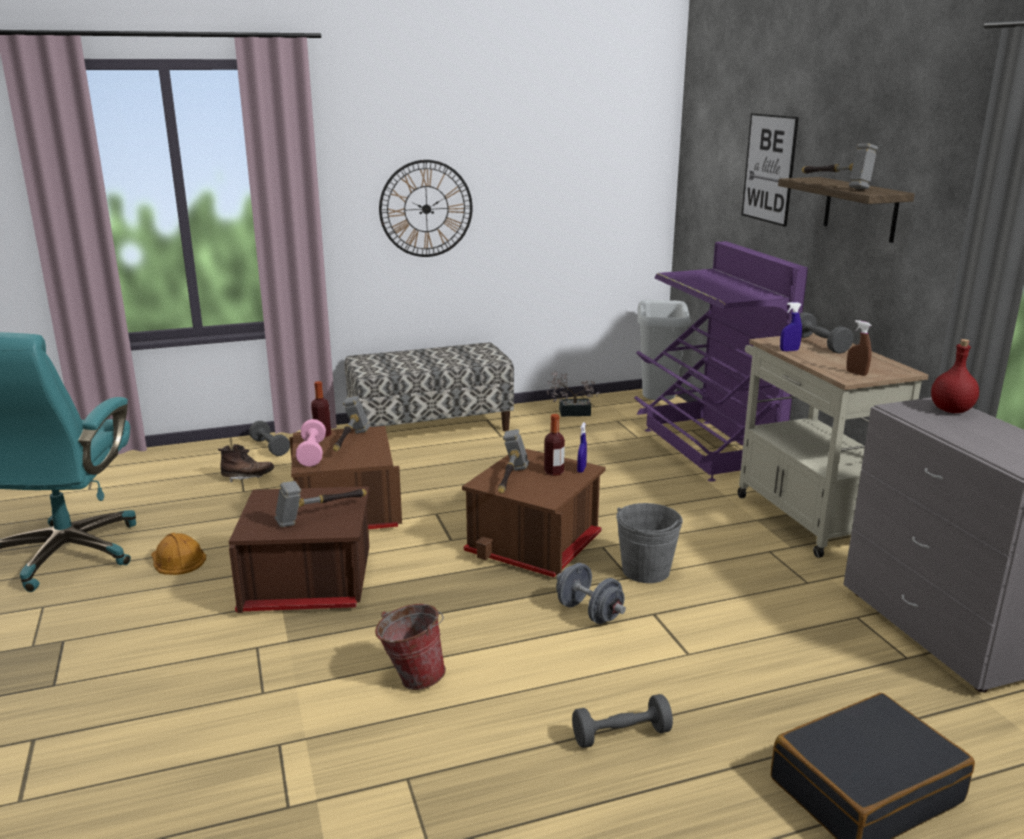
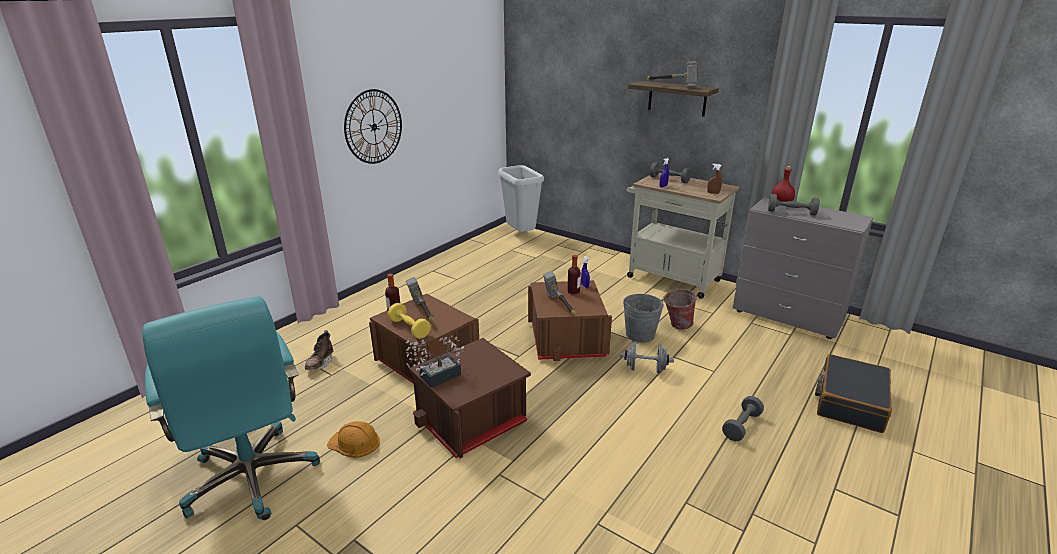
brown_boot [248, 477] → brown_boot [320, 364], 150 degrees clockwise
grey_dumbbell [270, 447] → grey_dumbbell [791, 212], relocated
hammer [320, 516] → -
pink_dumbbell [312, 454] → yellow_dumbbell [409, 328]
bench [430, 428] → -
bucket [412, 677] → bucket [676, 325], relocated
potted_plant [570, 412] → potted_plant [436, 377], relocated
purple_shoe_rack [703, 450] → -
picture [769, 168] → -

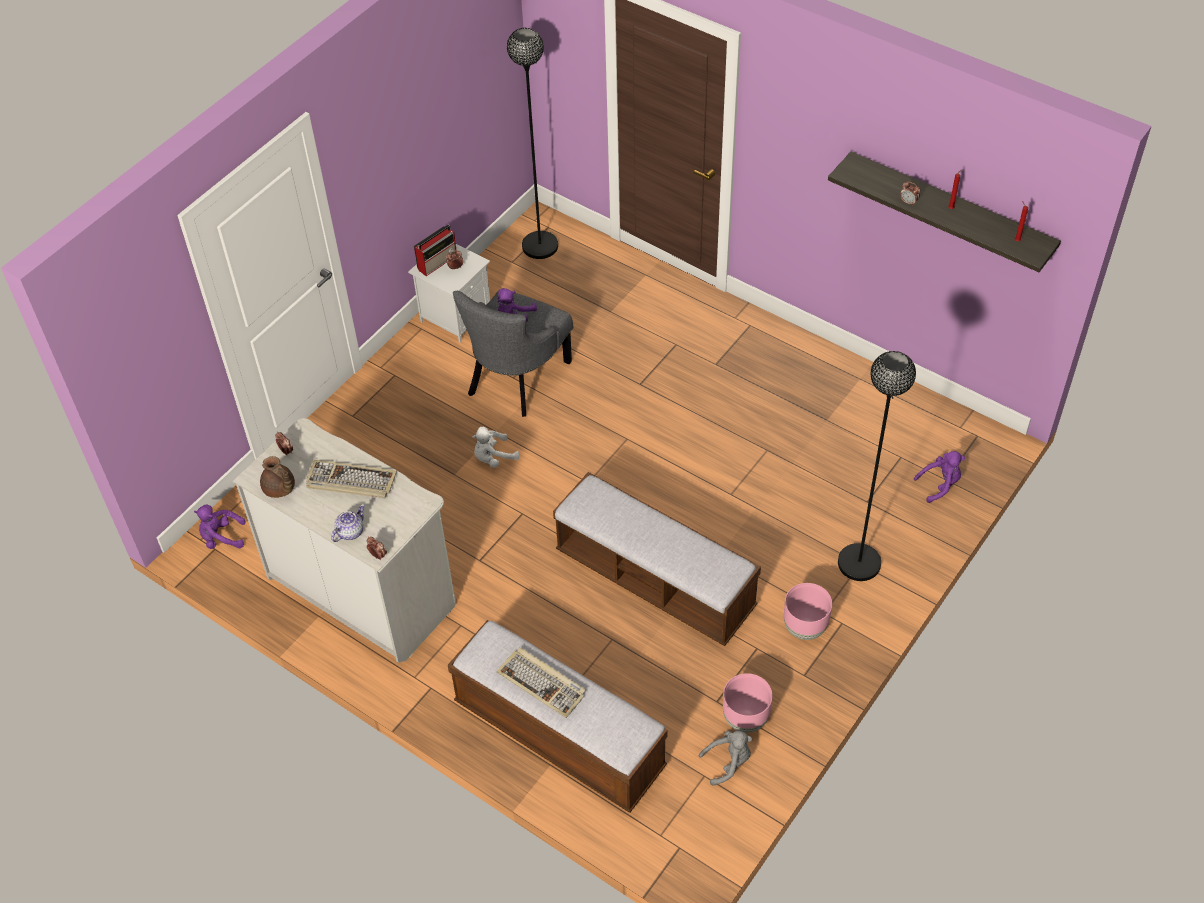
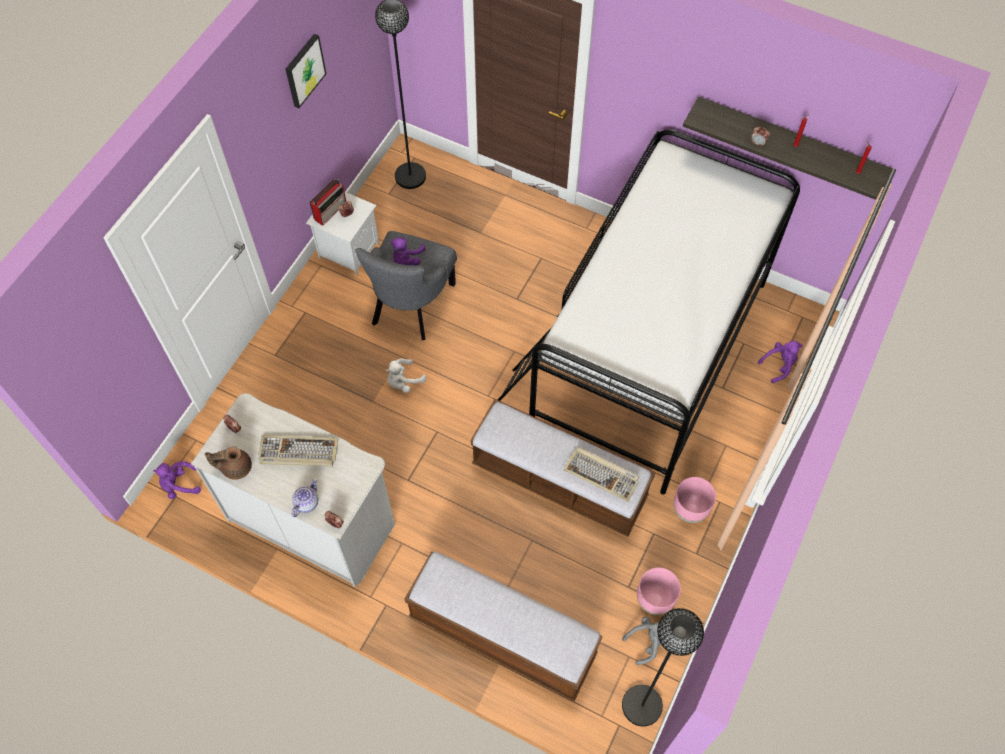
brown_teapot [280, 489] → brown_teapot [235, 467], 135 degrees clockwise
keyboard [543, 683] → keyboard [602, 475], relocated
black_floor_lamp [859, 563] → black_floor_lamp [642, 706], relocated
- → picture [304, 70]
- → black_bed [646, 357]

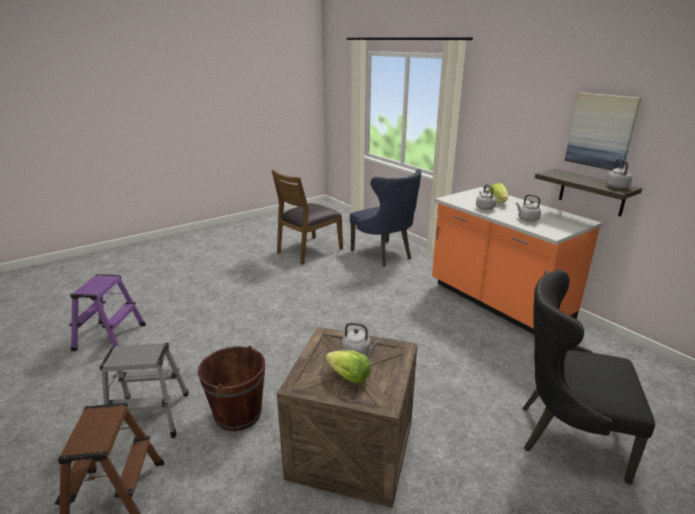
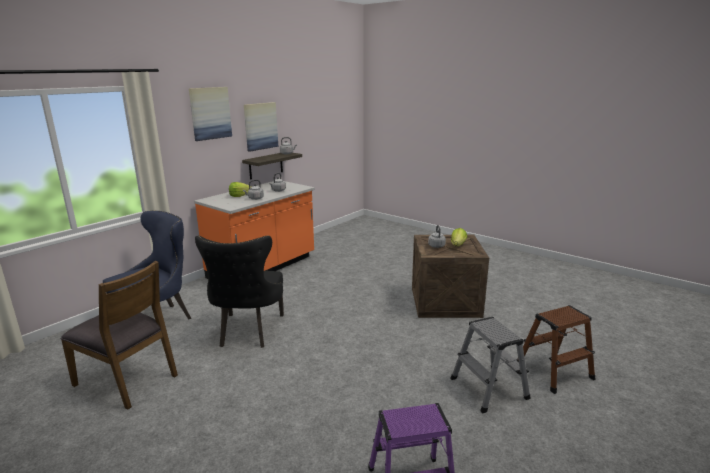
brown_bucket [238, 414] → -
black_chair [566, 436] → black_chair [248, 331], relocated
- → picture [210, 113]

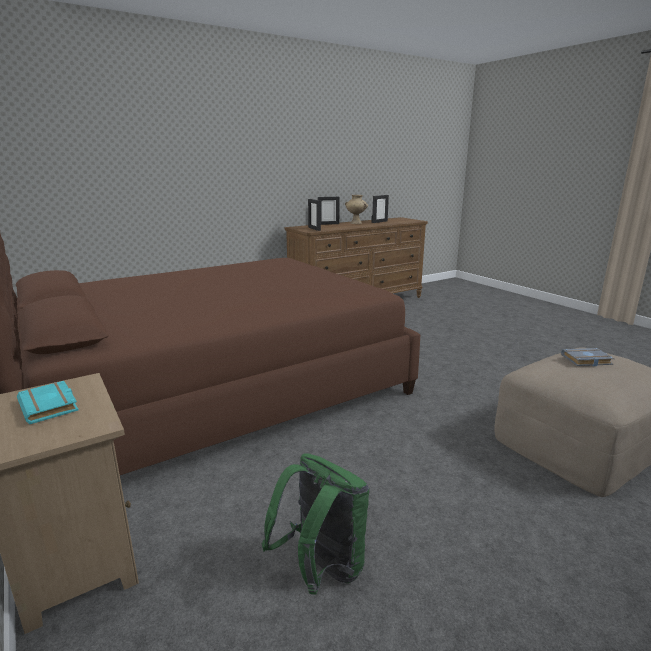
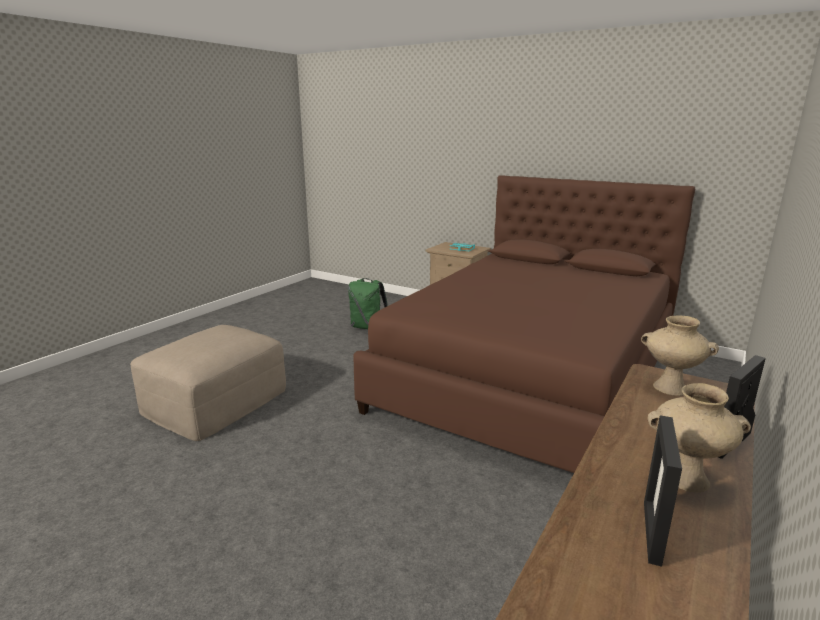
picture_frame [314, 229] → beige_vase [669, 388]
grey_book [586, 360] → -

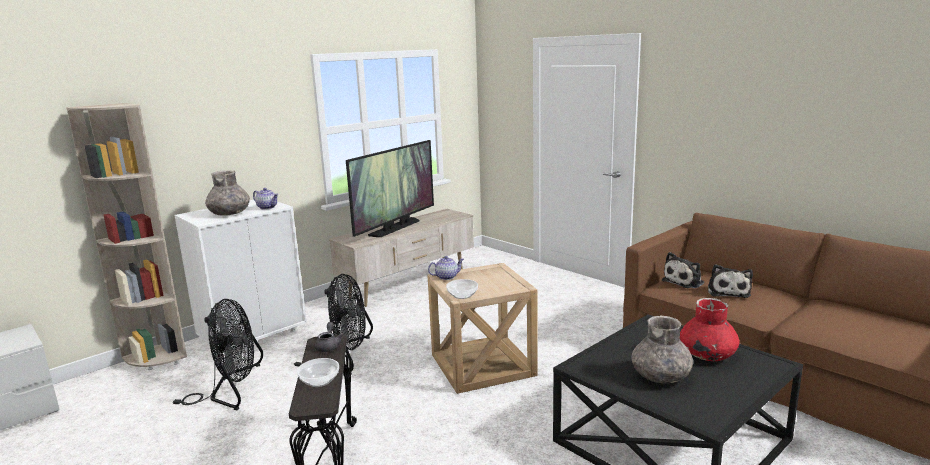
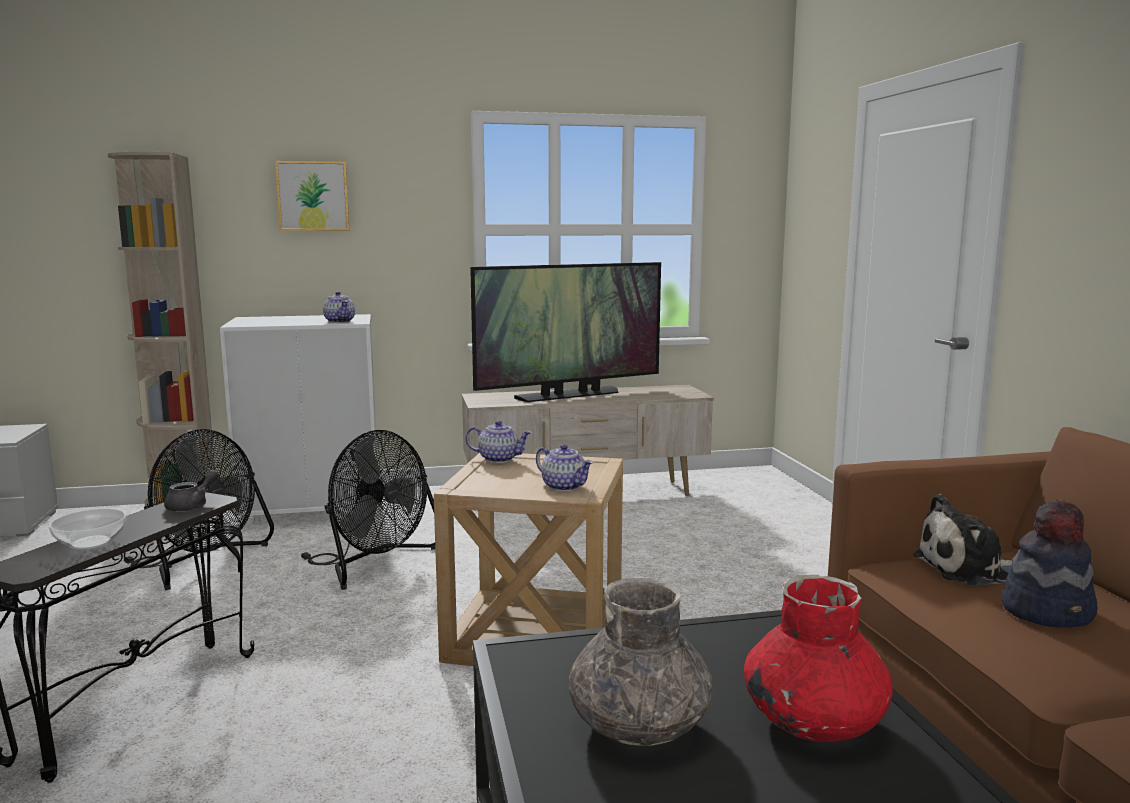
grey_vase [230, 213] → -
bowl [463, 295] → -
plush_toy [728, 291] → hat [1048, 611]
- → picture [313, 196]
- → teapot [564, 486]

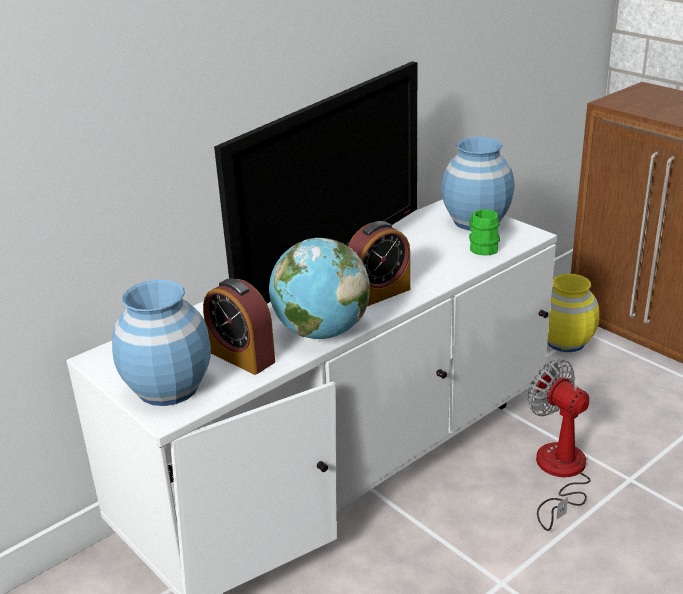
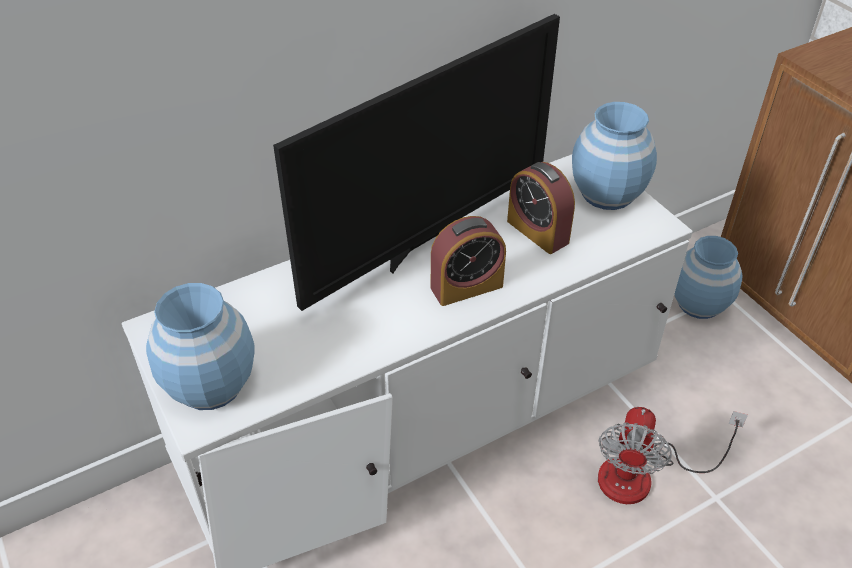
alarm_clock [241, 356] → alarm_clock [537, 231], relocated
globe [321, 332] → -
green_mug [481, 247] → -
fan [559, 473] → fan [642, 475], 135 degrees counterclockwise
yellow_vase [565, 342] → blue_vase [698, 304]

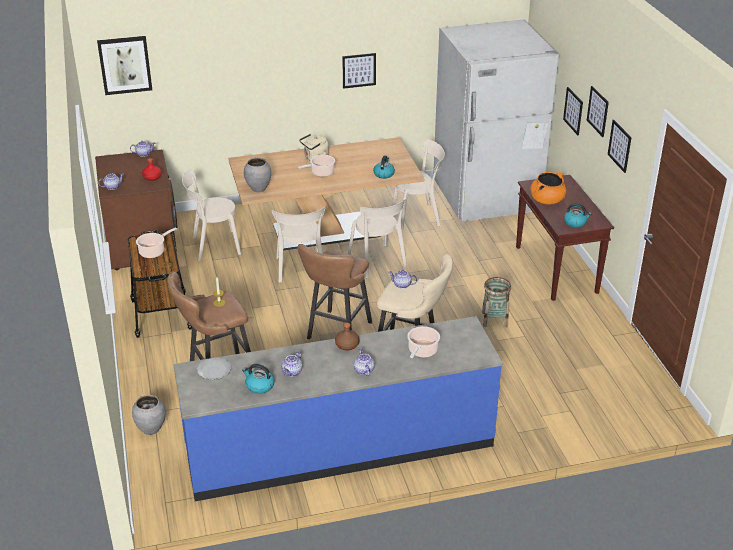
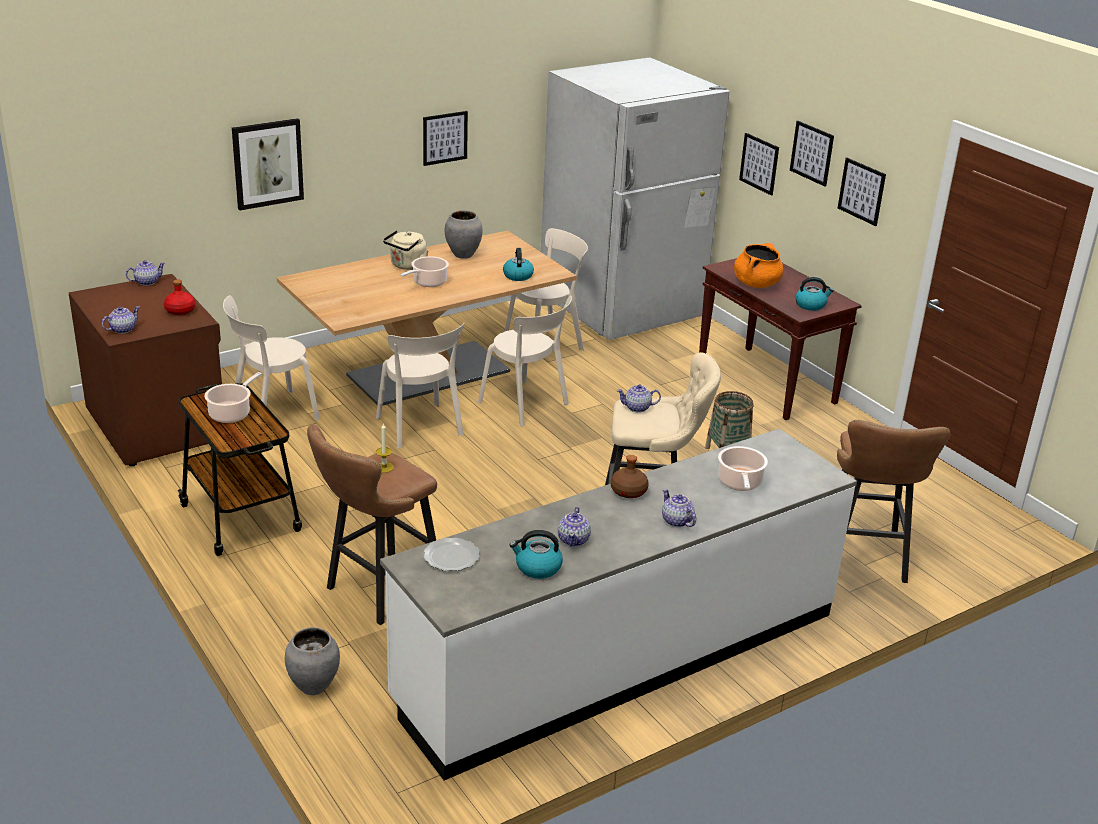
picture [125, 65] → picture [267, 163], relocated
blue_counter [339, 447] → white_counter [619, 657]
grey_vase [259, 189] → grey_vase [463, 255], relocated
brown_stool [336, 334] → brown_stool [864, 563], relocated

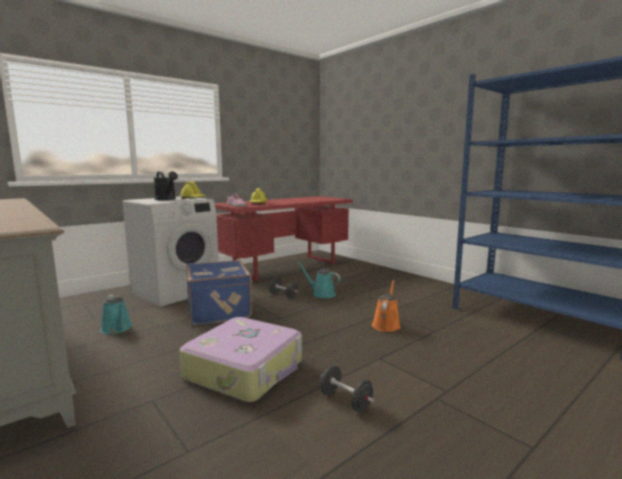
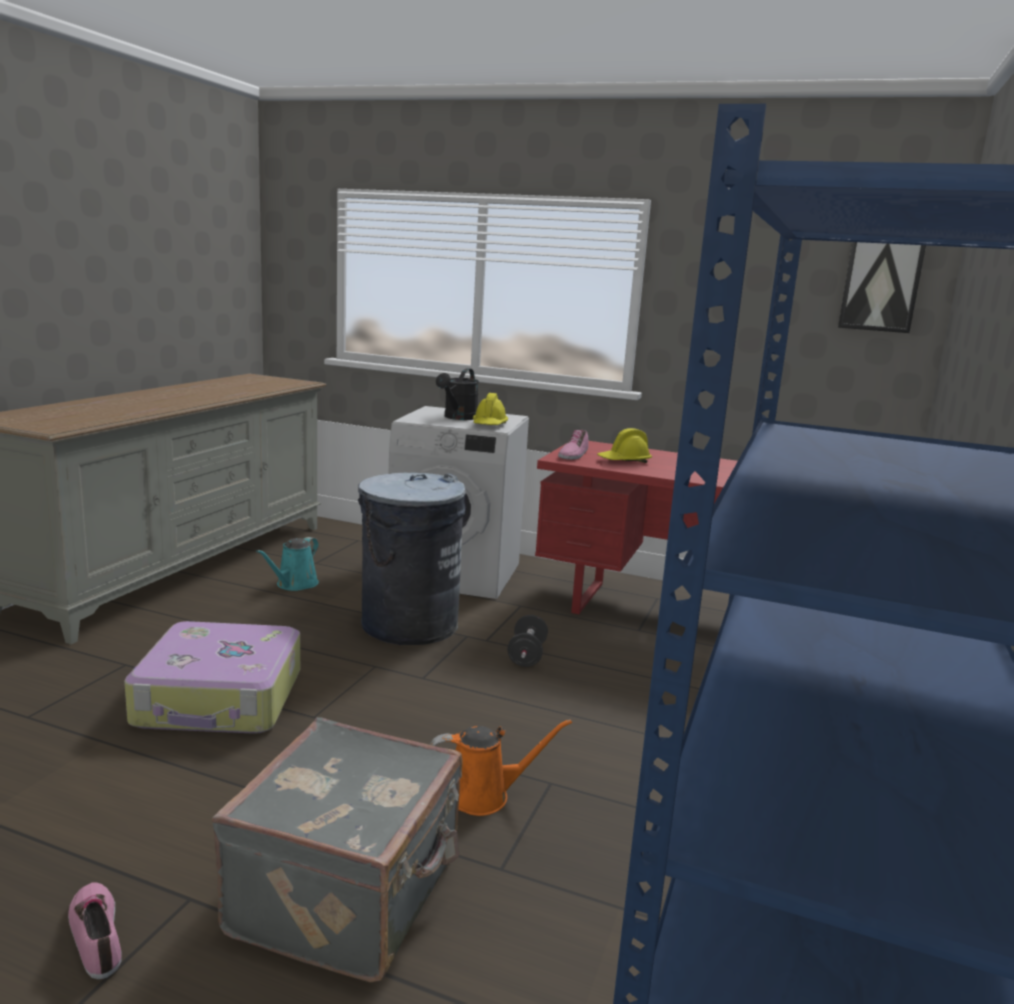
blue_suitcase [220, 310] → grey_trash_can [408, 624]
turquoise_watering_can [321, 294] → -
black_dumbbell [345, 401] → -
- → shoe [98, 934]
- → grey_suitcase [350, 895]
- → picture [881, 280]

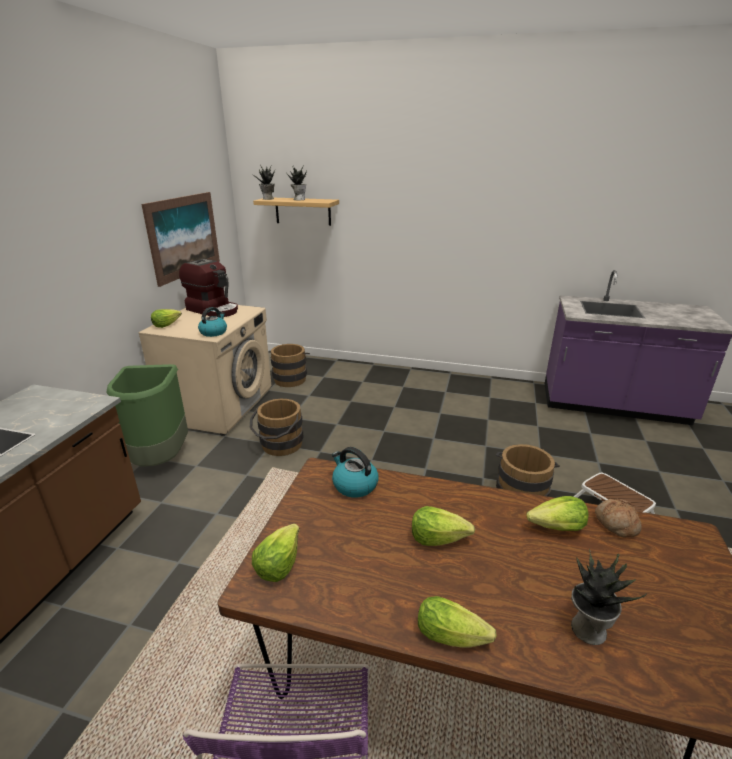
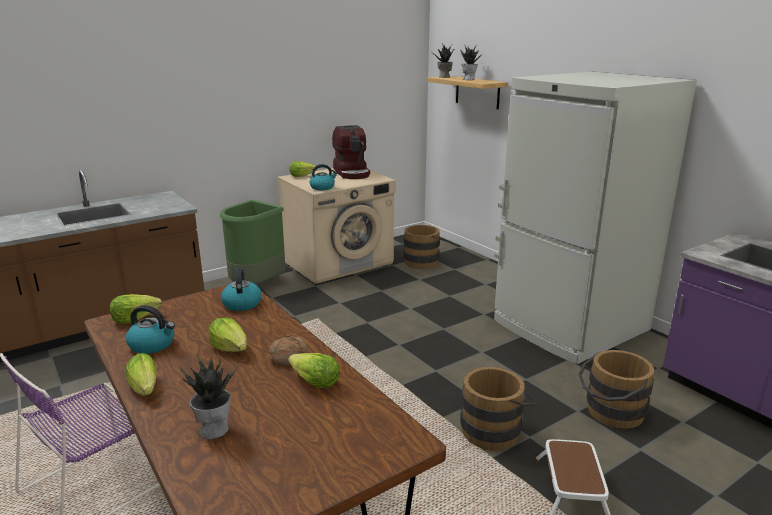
picture [184, 236] → -
brown_bucket [279, 446] → brown_bucket [610, 413], relocated
bread [615, 523] → bread [288, 357], relocated
- → kettle [153, 345]
- → white_fridge [568, 324]

